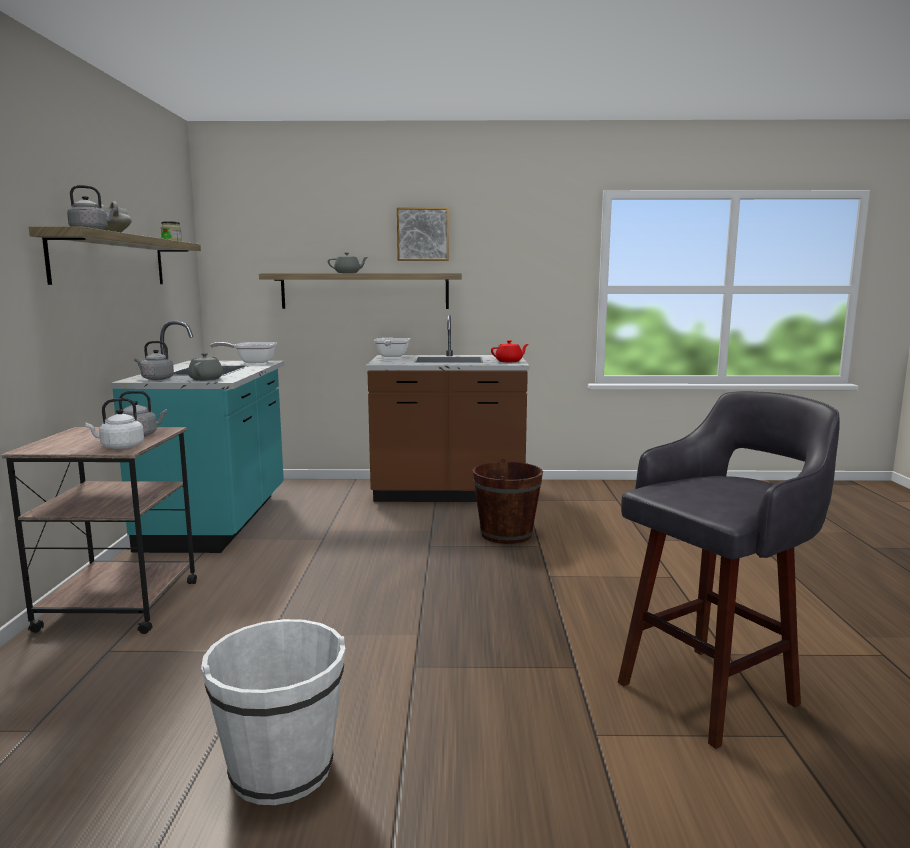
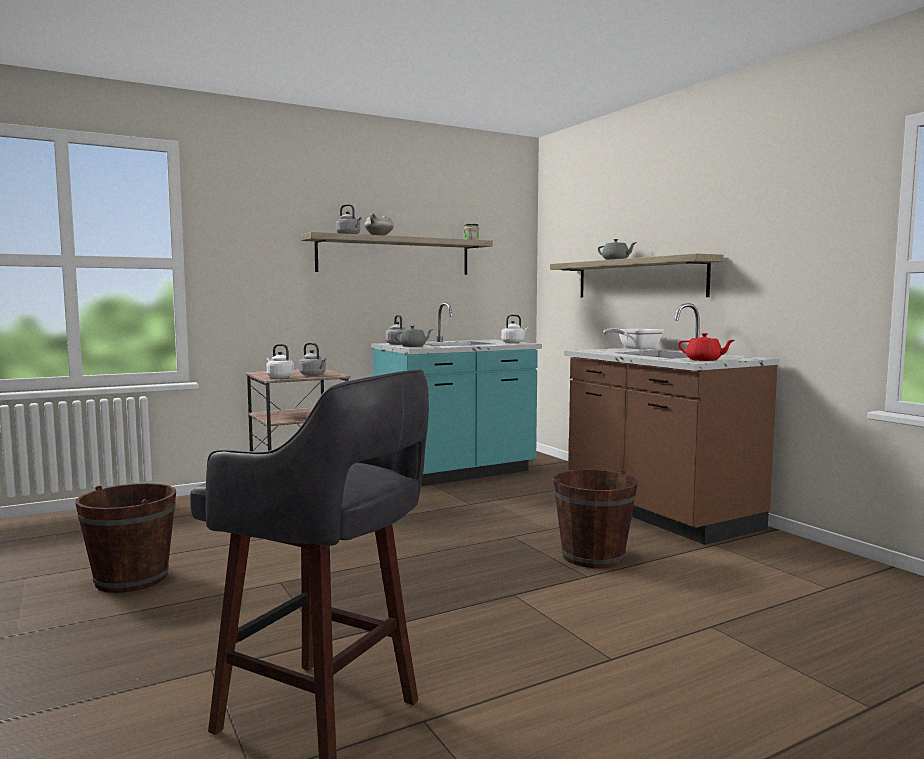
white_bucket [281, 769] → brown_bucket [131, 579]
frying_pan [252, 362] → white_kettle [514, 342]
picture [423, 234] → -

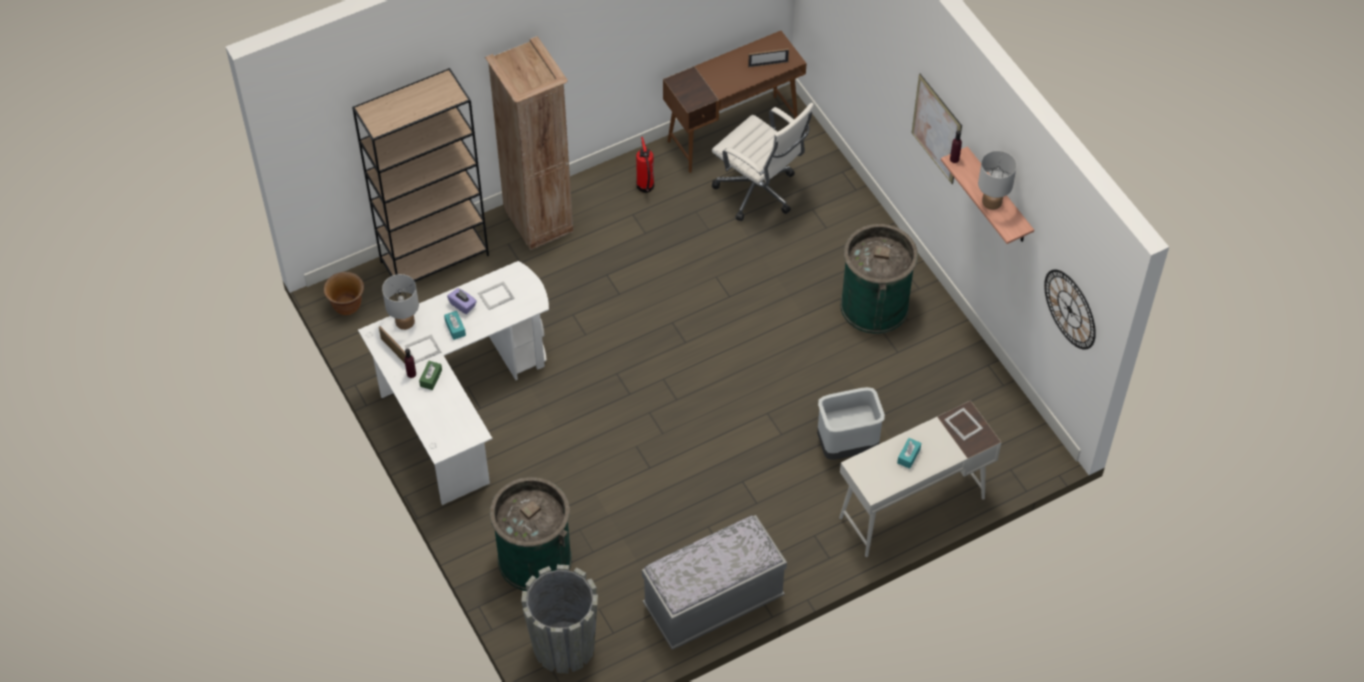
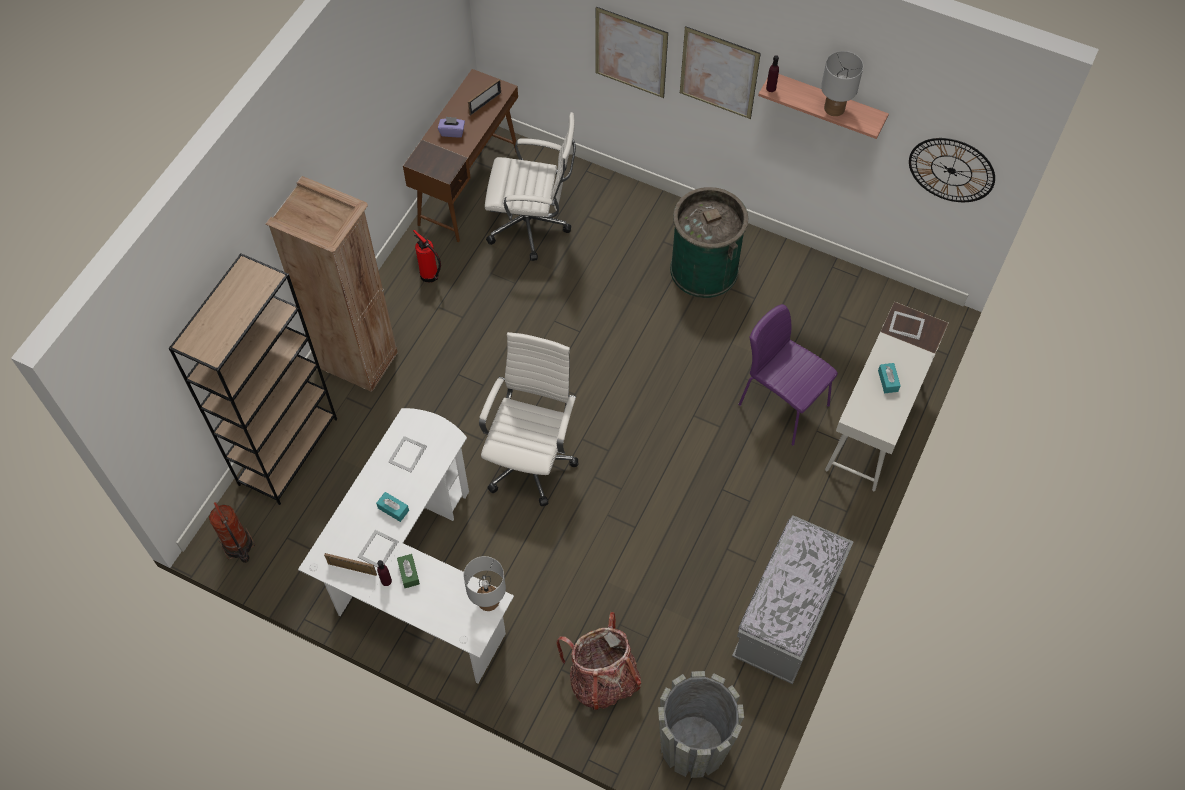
brown_planter [347, 306] → fire_extinguisher [238, 547]
grey_table_lamp [404, 322] → grey_table_lamp [488, 601], relocated
purple_tissue_box [463, 305] → purple_tissue_box [452, 132], relocated
green_trash_can [534, 559] → backpack [602, 679]
grey_trash_can [847, 445] → purple_chair [780, 403]
- → white_office_chair [531, 460]
- → picture [630, 52]

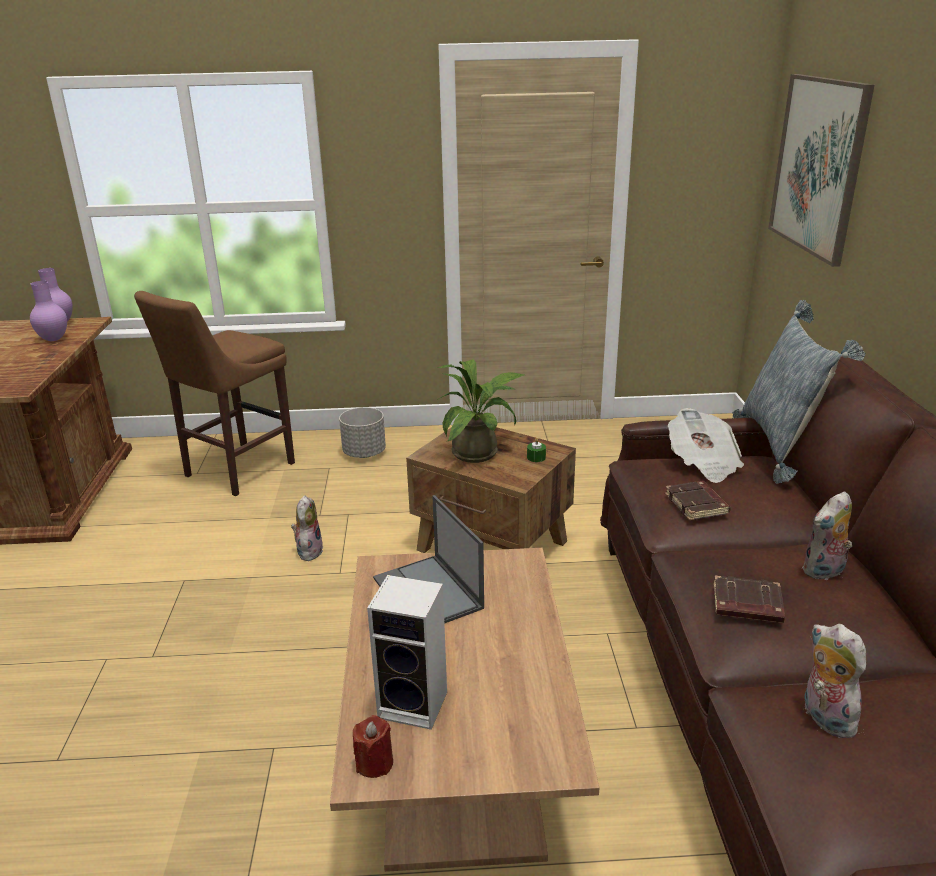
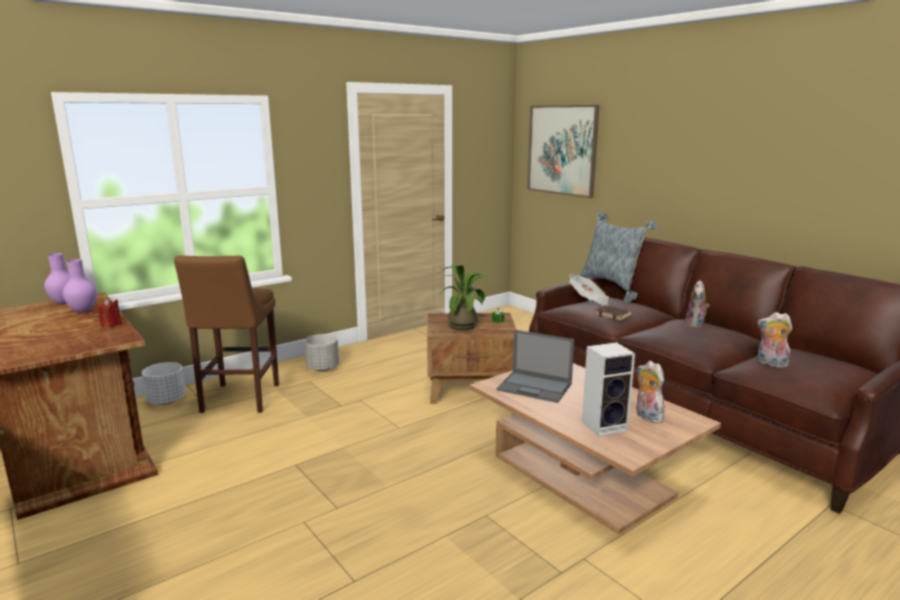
plush_toy [309, 551] → plush_toy [646, 417], relocated
red_candle [374, 763] → red_candle [111, 324], relocated
brown_book [746, 605] → -
- → white_planter [166, 401]

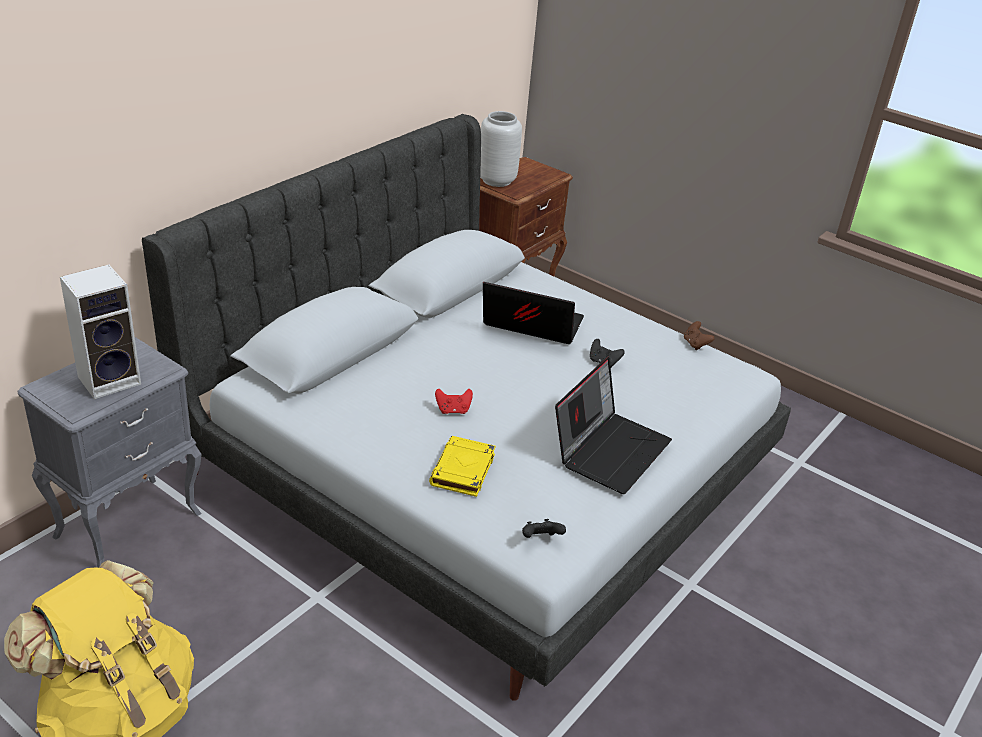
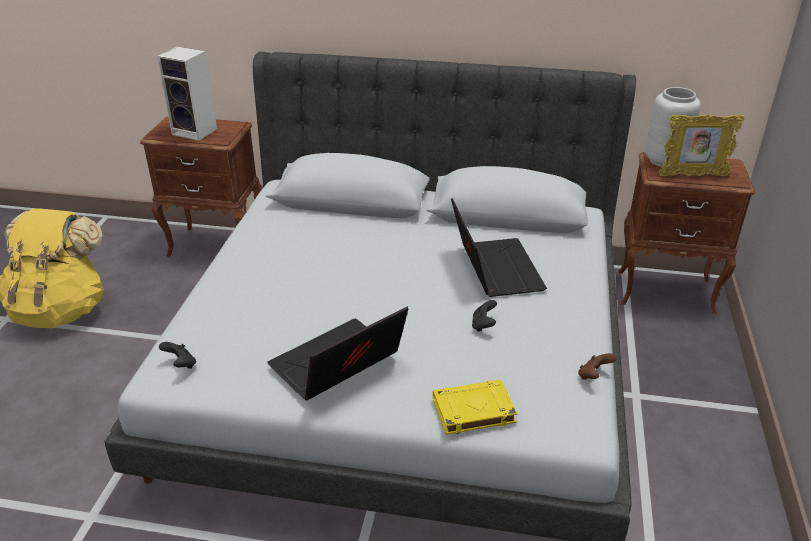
grey_nightstand [128, 525] → brown_nightstand [217, 246]
yellow_book [463, 471] → yellow_book [472, 411], relocated
red_game_controller [453, 410] → -
laptop [610, 449] → laptop [337, 366], 135 degrees clockwise
- → picture_frame [692, 175]

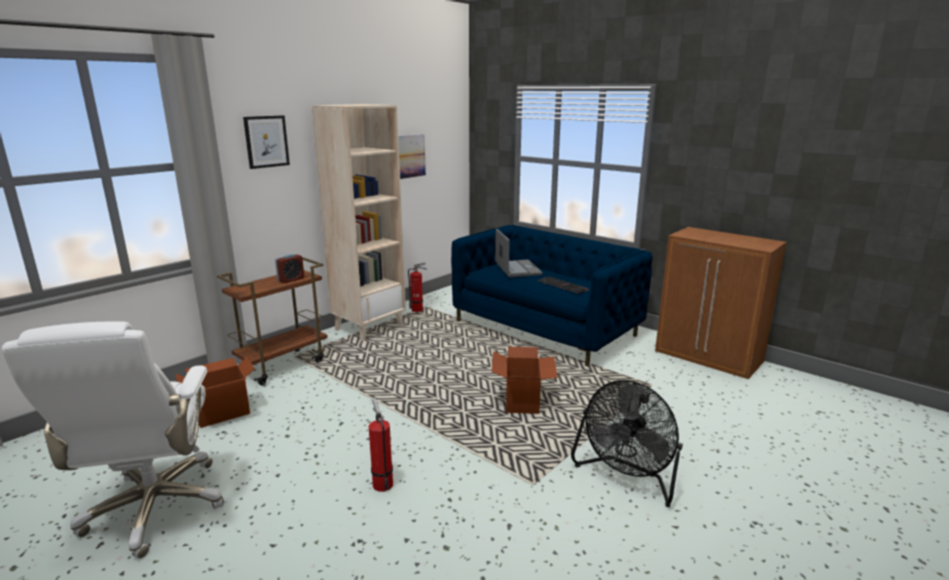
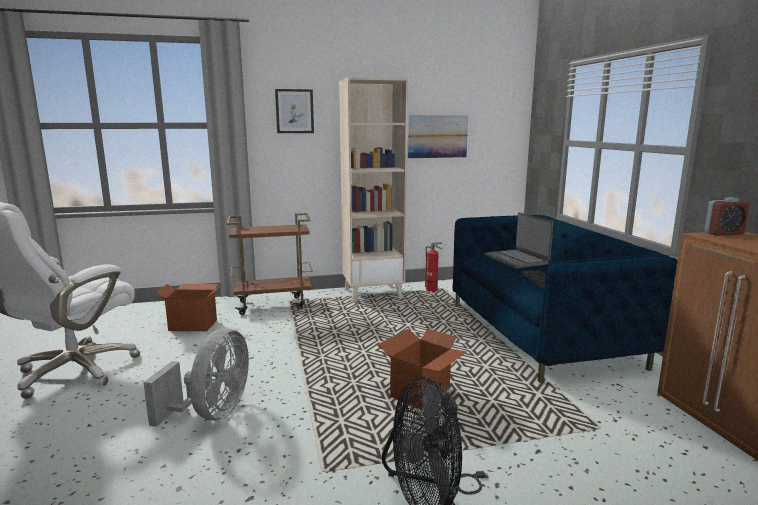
alarm_clock [291, 280] → alarm_clock [723, 233], relocated
fire_extinguisher [382, 483] → grey_fan [212, 413]
laptop [517, 269] → laptop [516, 260], 135 degrees clockwise

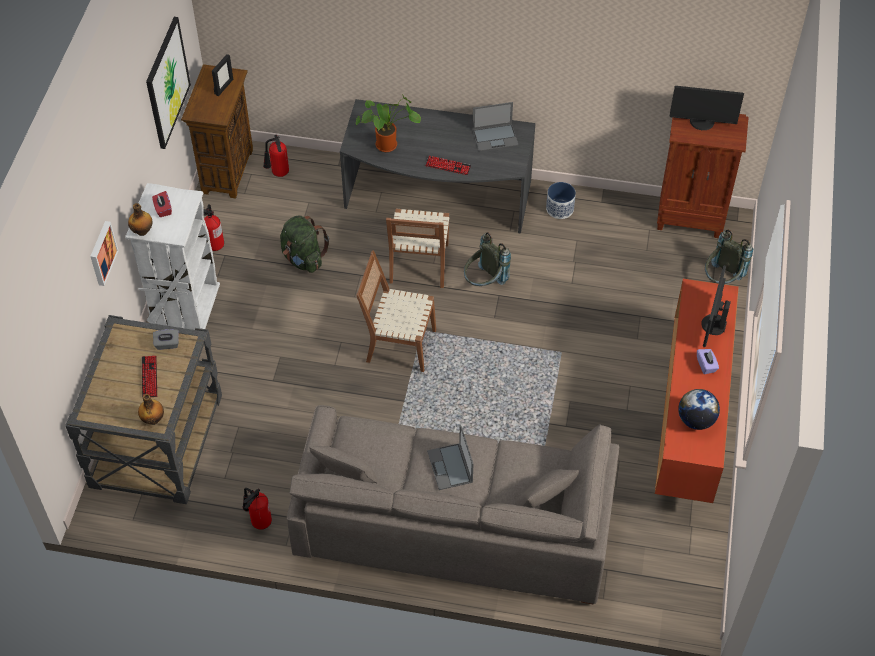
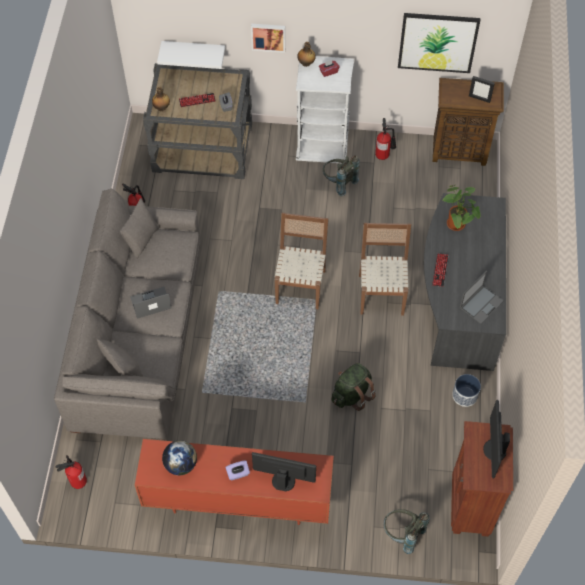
fire_extinguisher [278, 174] → fire_extinguisher [77, 480], relocated
green_backpack [303, 258] → green_backpack [352, 394], relocated
chair [419, 266] → chair [381, 292], 90 degrees clockwise
grey_backpack [484, 282] → grey_backpack [338, 183], relocated
laptop [495, 137] → laptop [481, 304], 120 degrees counterclockwise
- → white_shelf [194, 50]

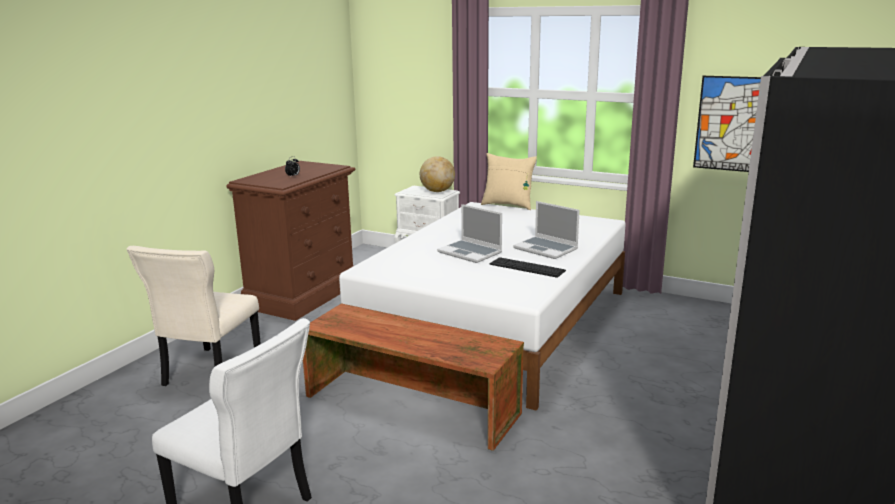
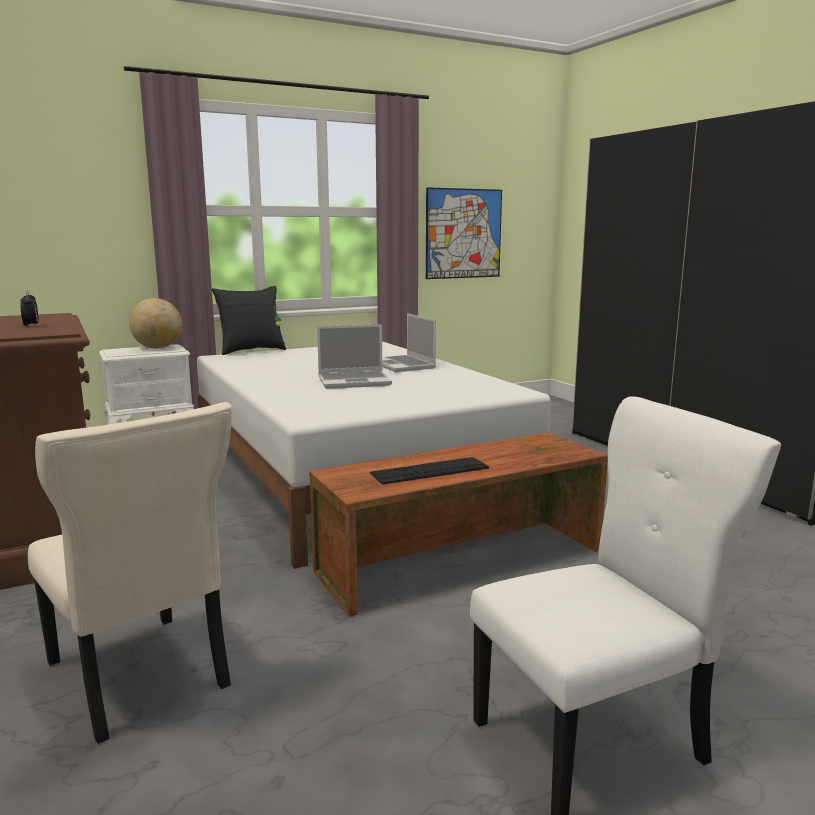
beige_pillow [507, 205] → black_pillow [251, 351]
keyboard [527, 267] → keyboard [430, 471], relocated
laptop [546, 249] → laptop [403, 365], 75 degrees clockwise

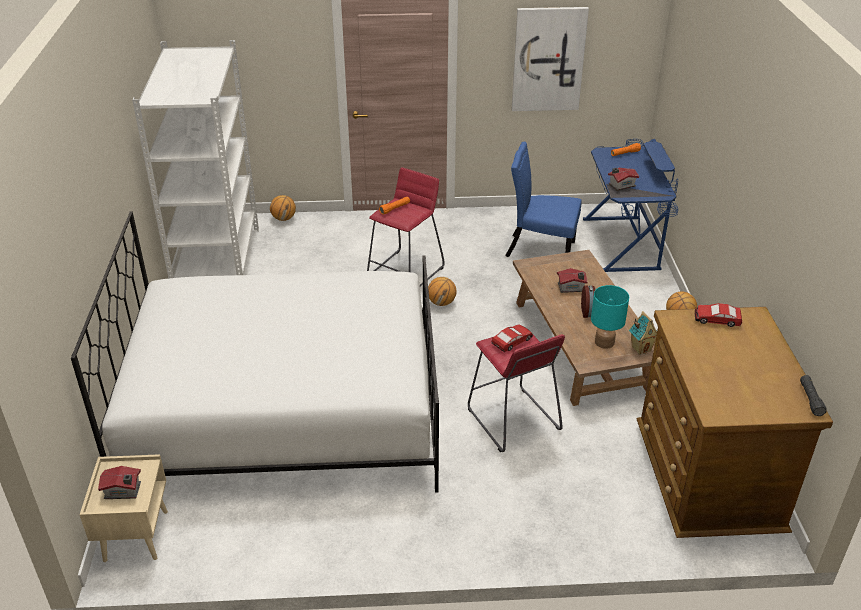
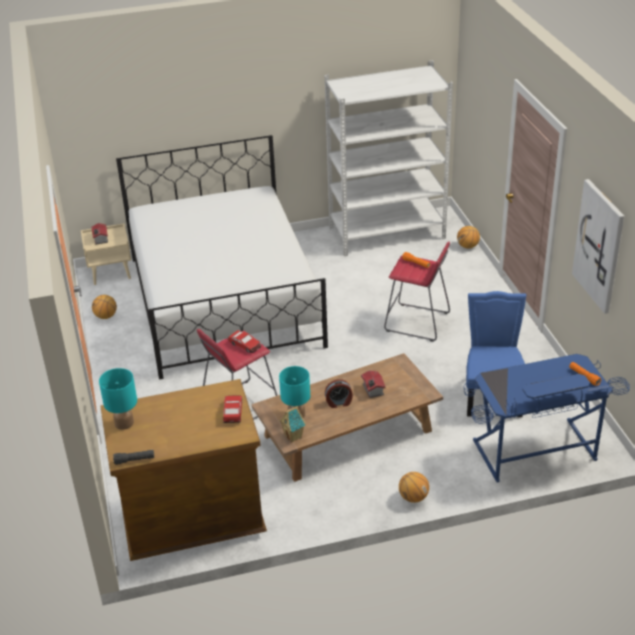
basketball [441, 303] → basketball [106, 316], relocated
toy_house [621, 185] → -
- → turquoise_table_lamp [124, 423]

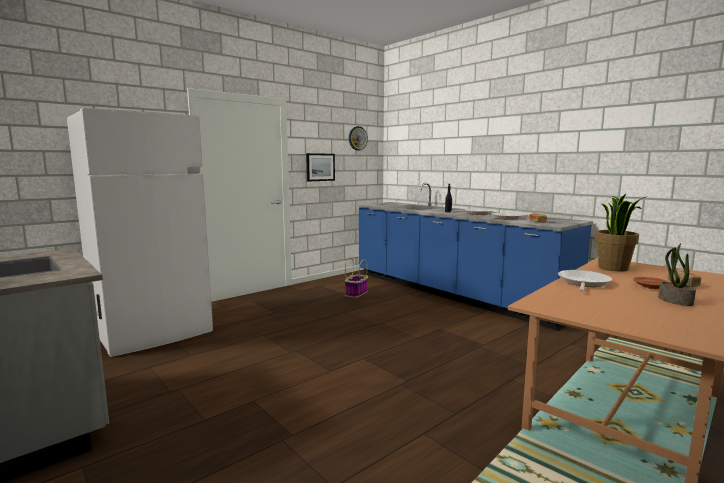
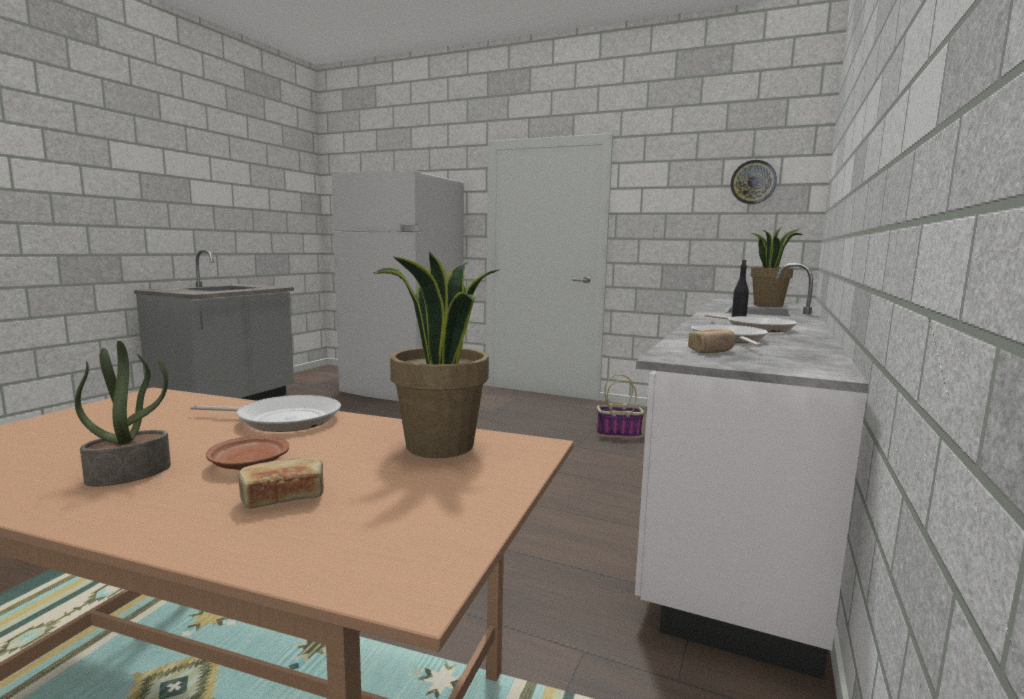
picture [320, 167] → -
blue_counter [452, 293] → white_counter [738, 495]
- → potted_plant [768, 305]

